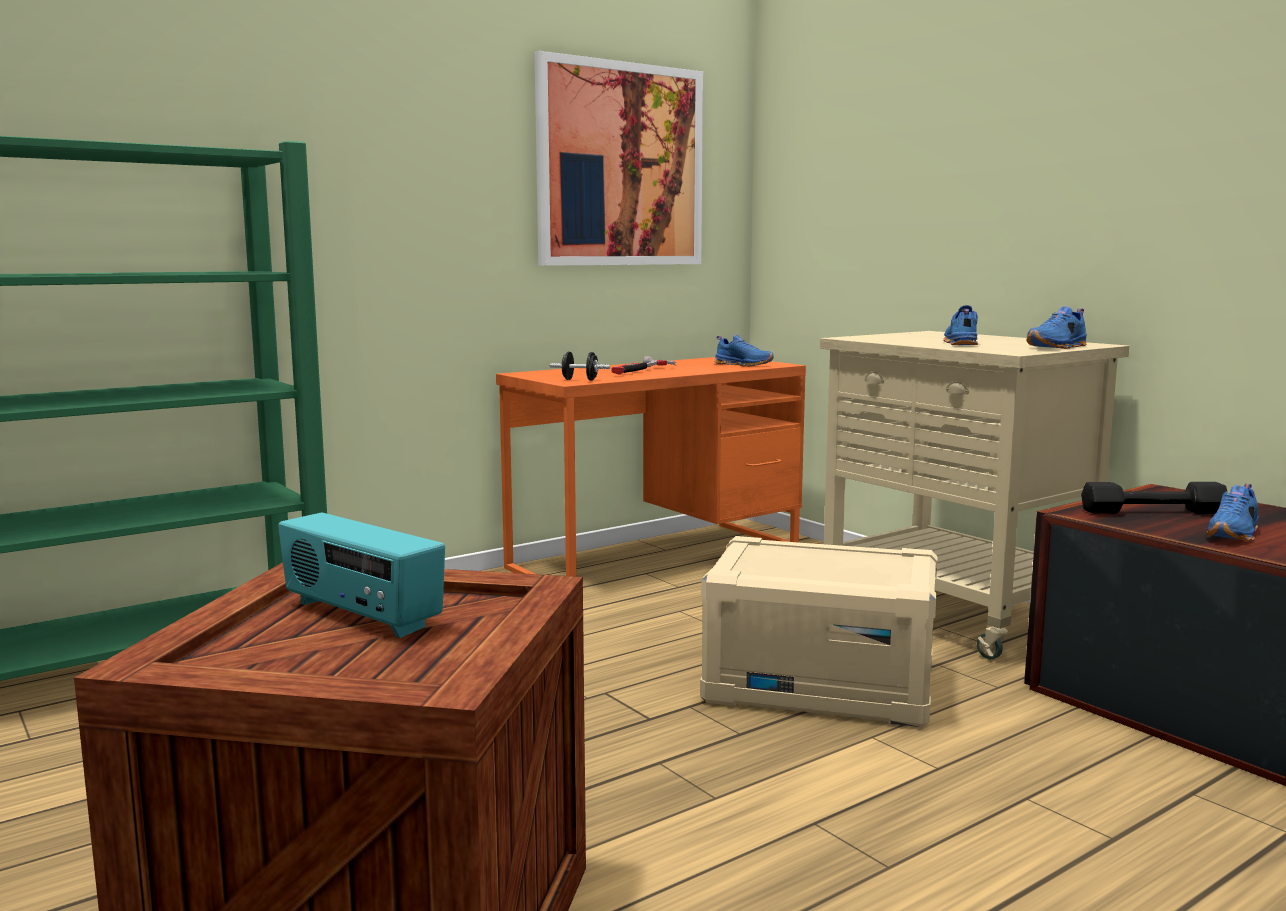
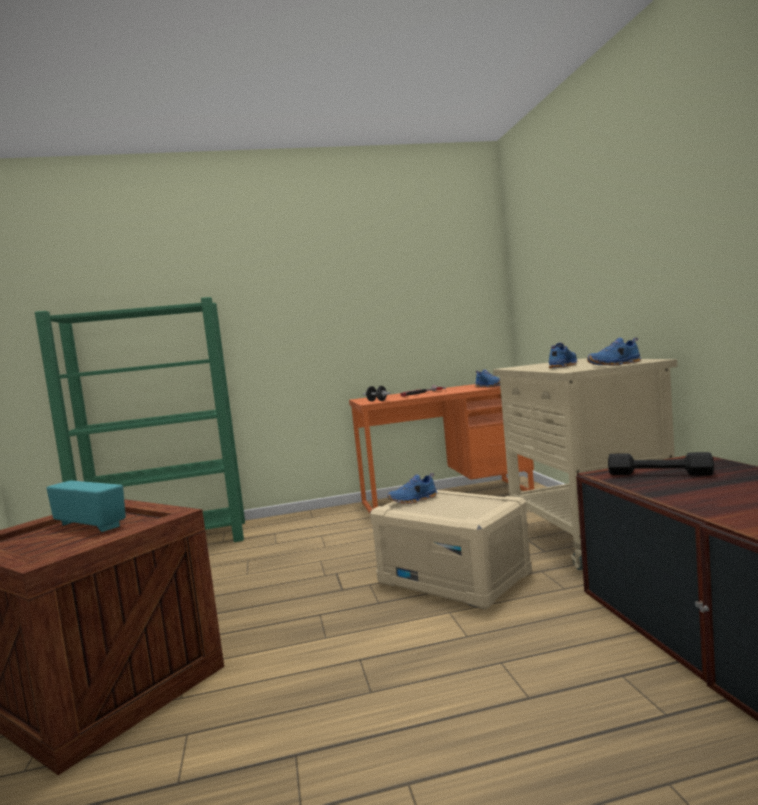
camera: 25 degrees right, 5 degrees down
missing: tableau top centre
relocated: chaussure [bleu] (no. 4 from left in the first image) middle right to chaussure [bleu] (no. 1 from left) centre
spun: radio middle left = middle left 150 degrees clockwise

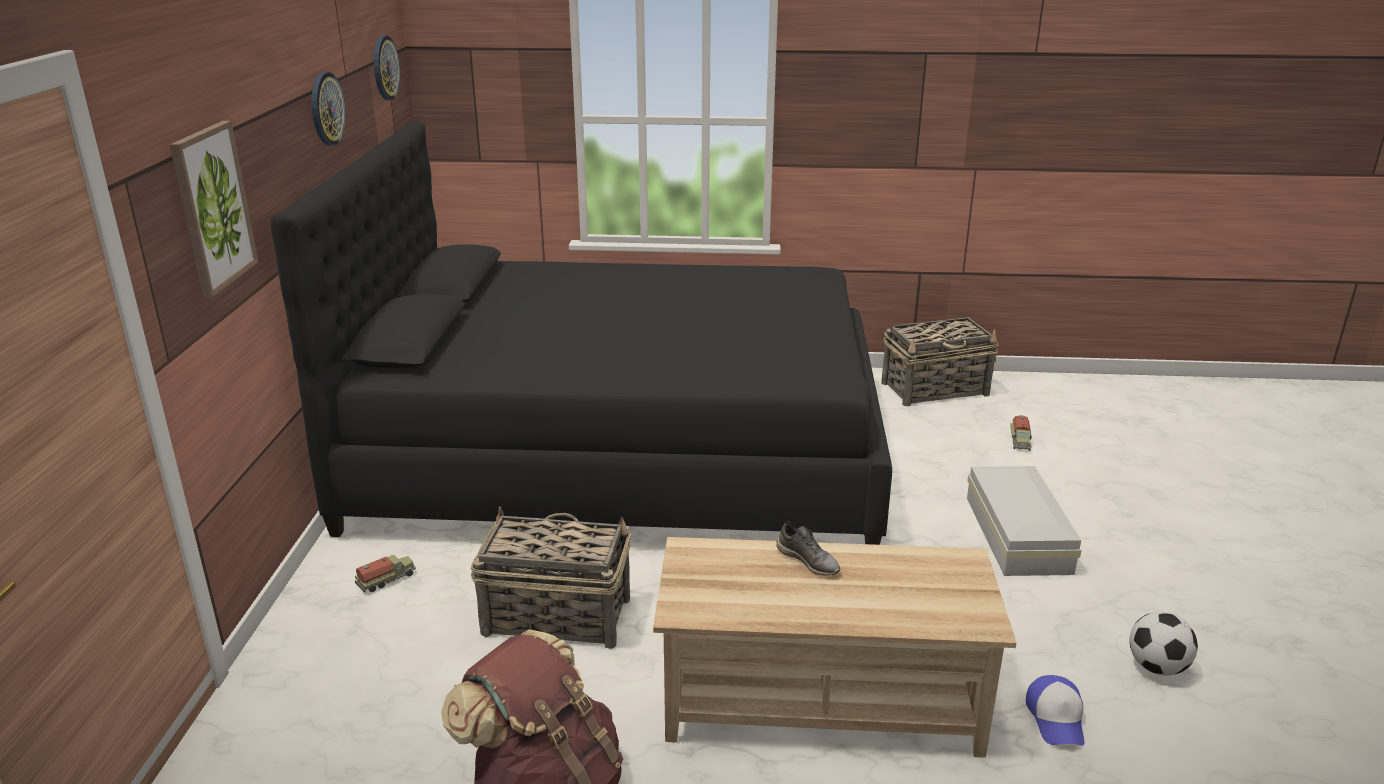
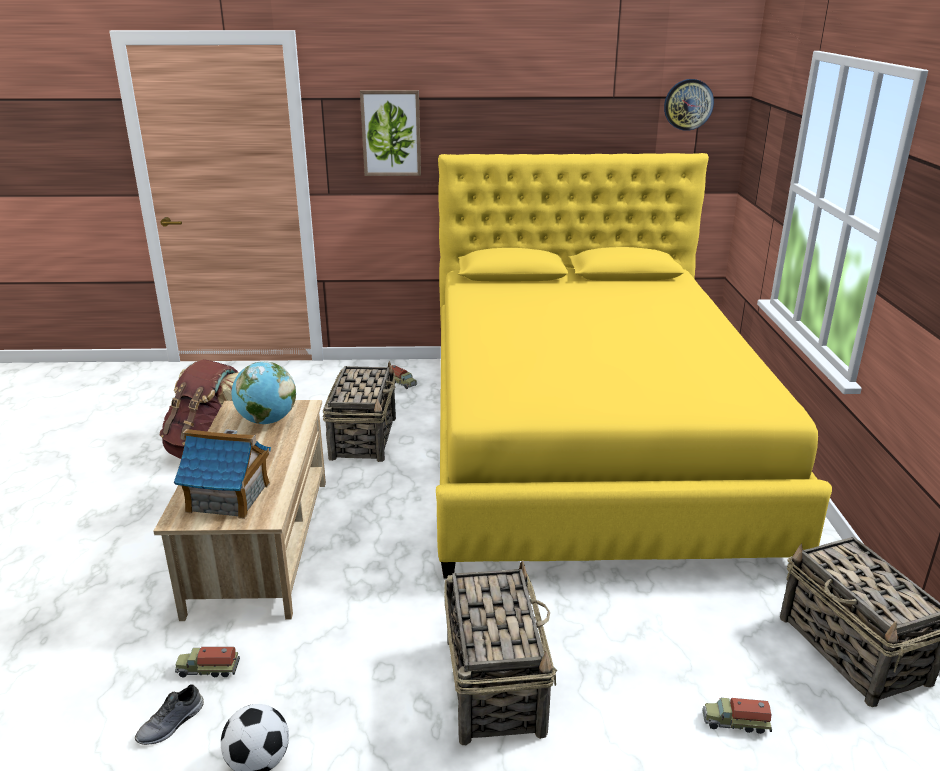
camera: 85 degrees right, 0 degrees up
missing: horloge murale (no. 1 from left) top left
appeared: maison miniature middle left; globe middle left
relocated: chaussure [gris] bottom centre to bottom left
exchanged: boîte de rangement [blanc] middle right to panier (no. 2 from left) bottom centre; casquette bottom right to camion jouet (no. 1 from left) bottom left
colour: lit [noir] centre to lit [jaune] middle right

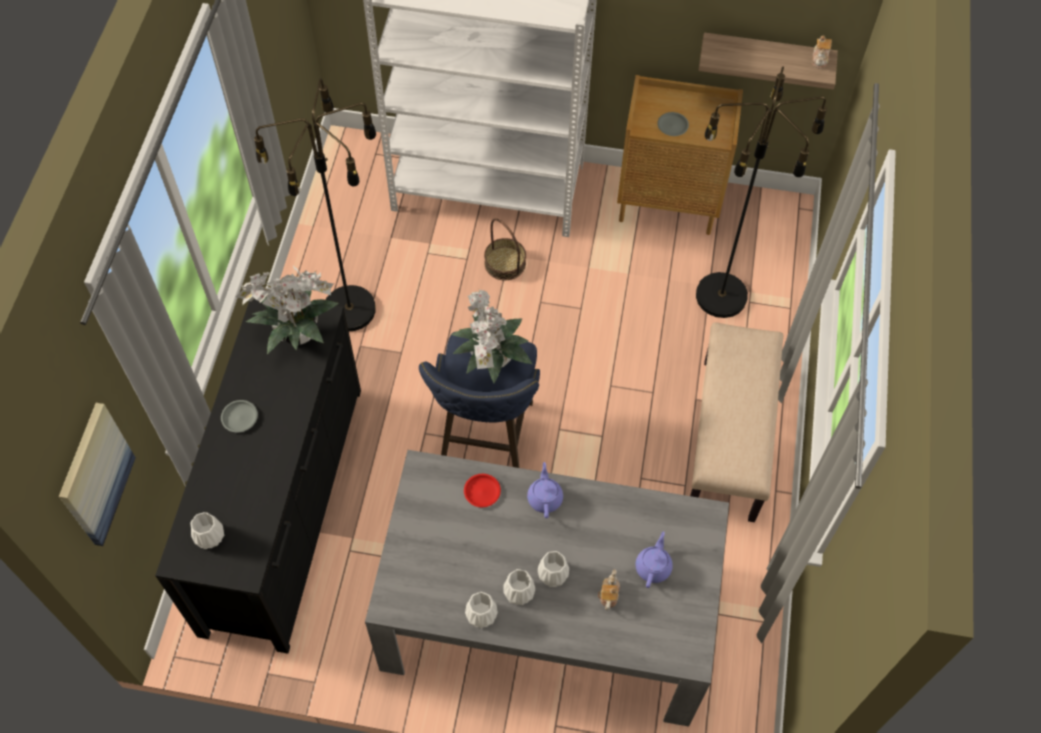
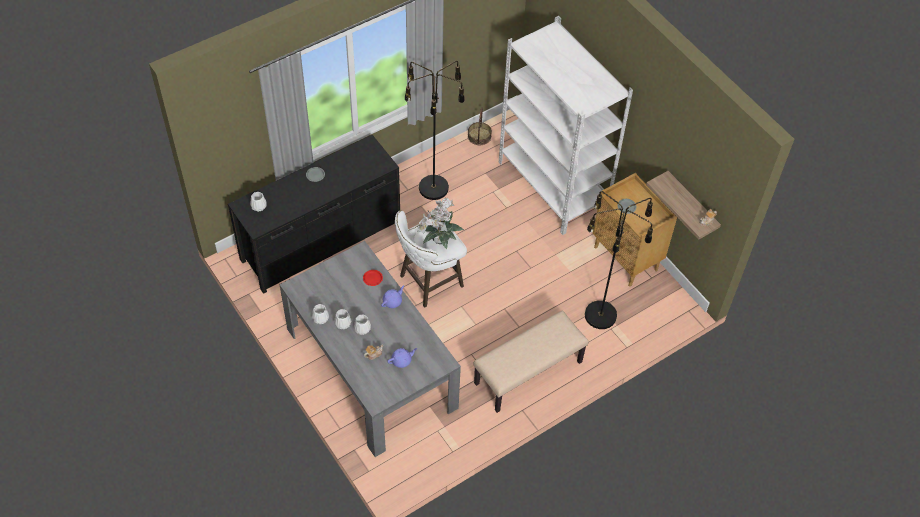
camera: 45 degrees right, 5 degrees down
missing: tableau middle left; plante en pot (no. 1 from left) middle left
relocated: panier centre to top centre
colour: tabouret [bleu] centre to tabouret [blanc] centre

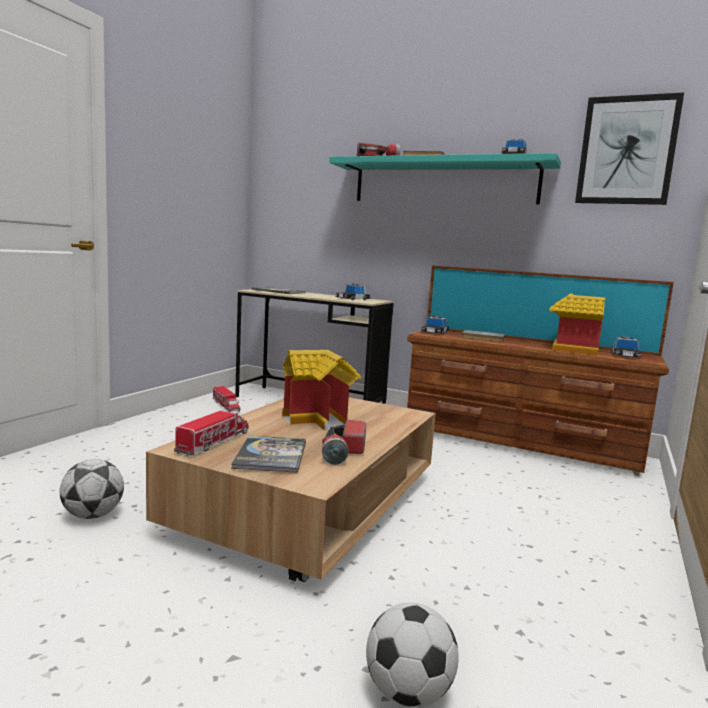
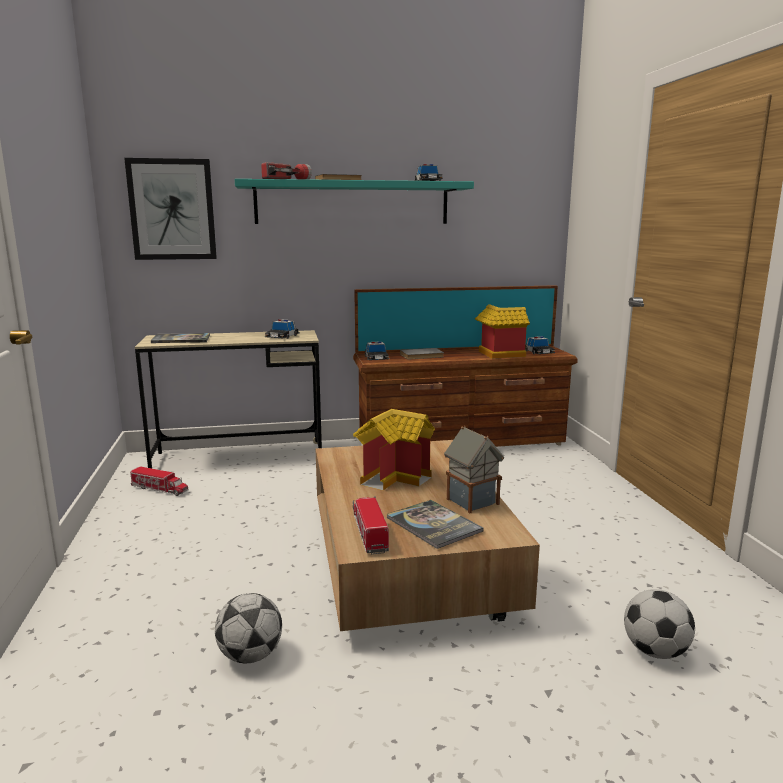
camera: 35 degrees left, 5 degrees up
relocated: tableau top right to top left
exchanged: lampe de poche (no. 1 from left) centre to maison miniature (no. 2 from left) centre

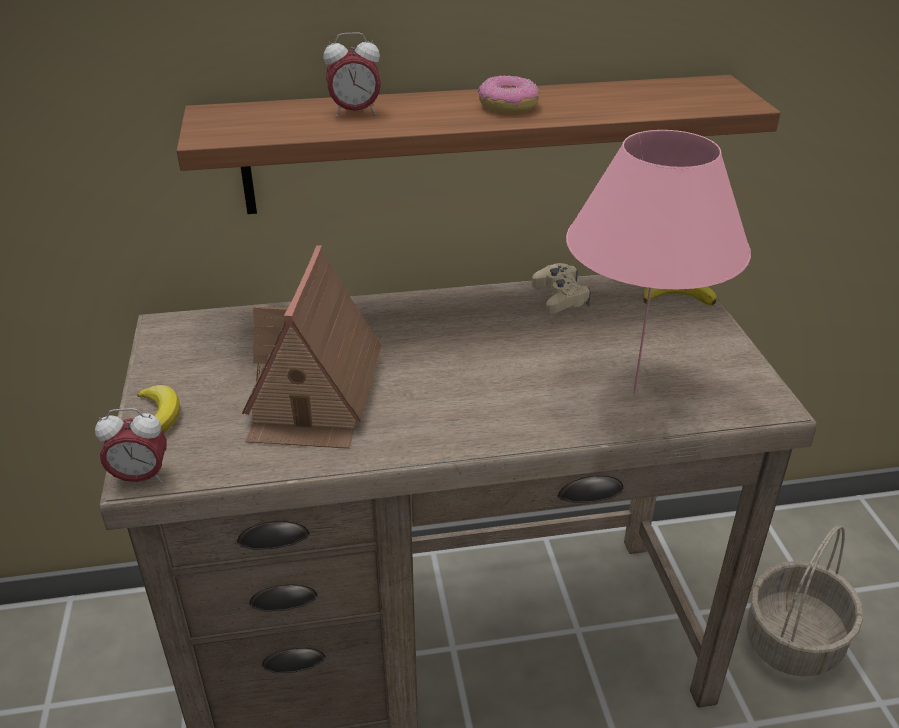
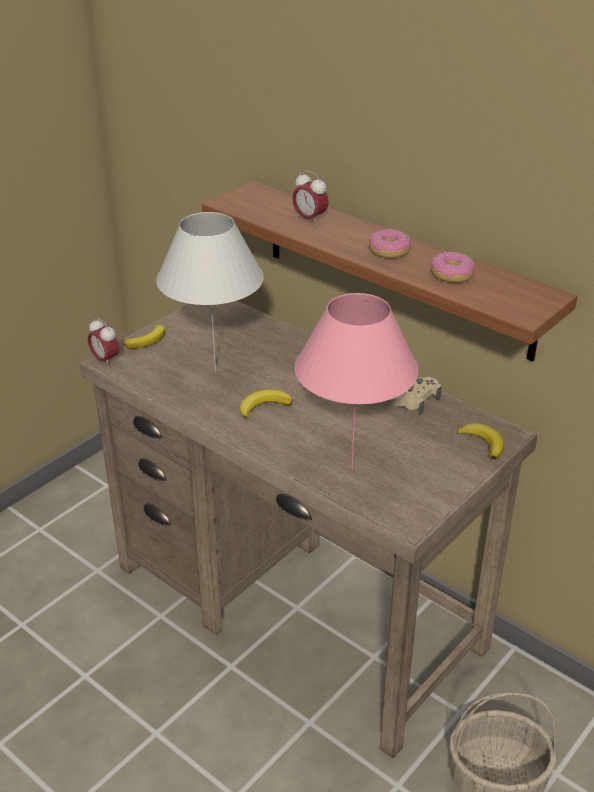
camera: 50 degrees right, 0 degrees up
appeared: banane (no. 2 from left) centre; beignet (no. 2 from left) middle right
exchanged: maison miniature centre to lampe de table [blanc] centre

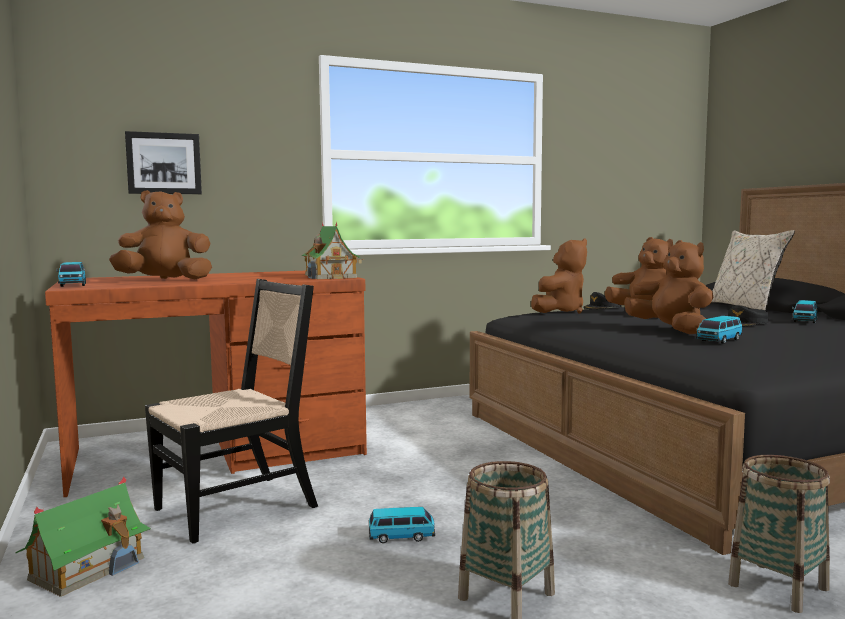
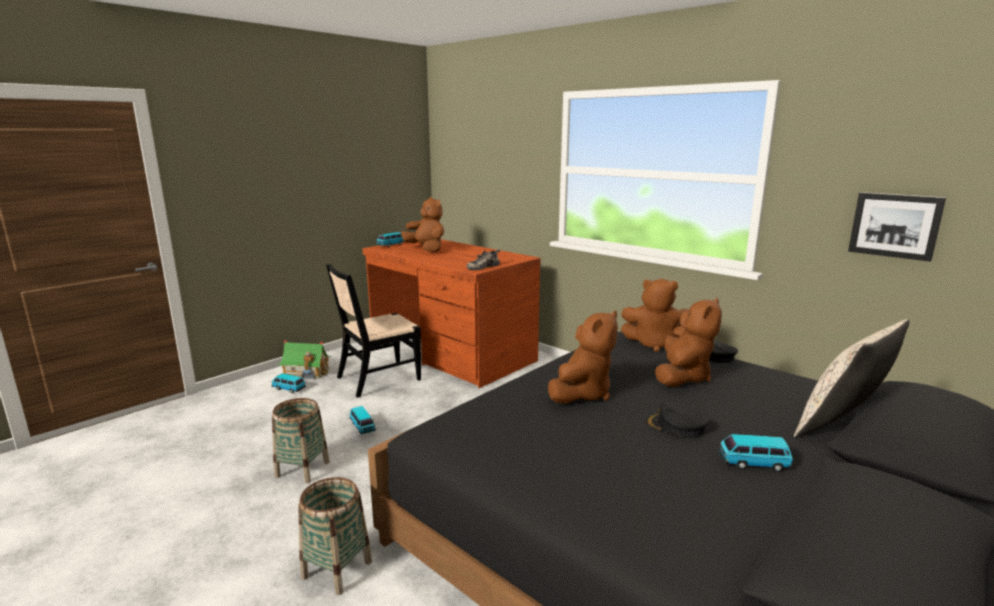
camera: 65 degrees right, 10 degrees up
relocated: tableau top left to middle right; petite voiture (no. 3 from left in the first image) middle right to petite voiture (no. 1 from left) middle left
exchanged: maison miniature (no. 2 from left) centre to chaussure centre
spun: chaise middle left = centre 120 degrees clockwise

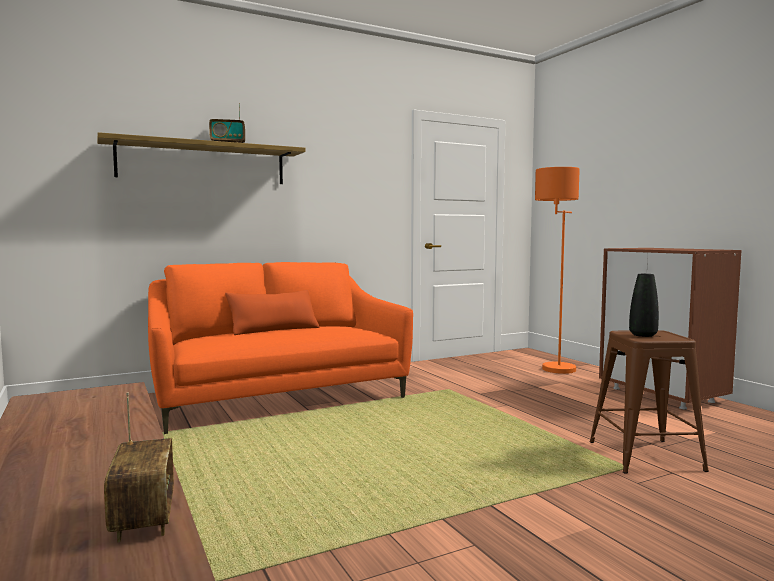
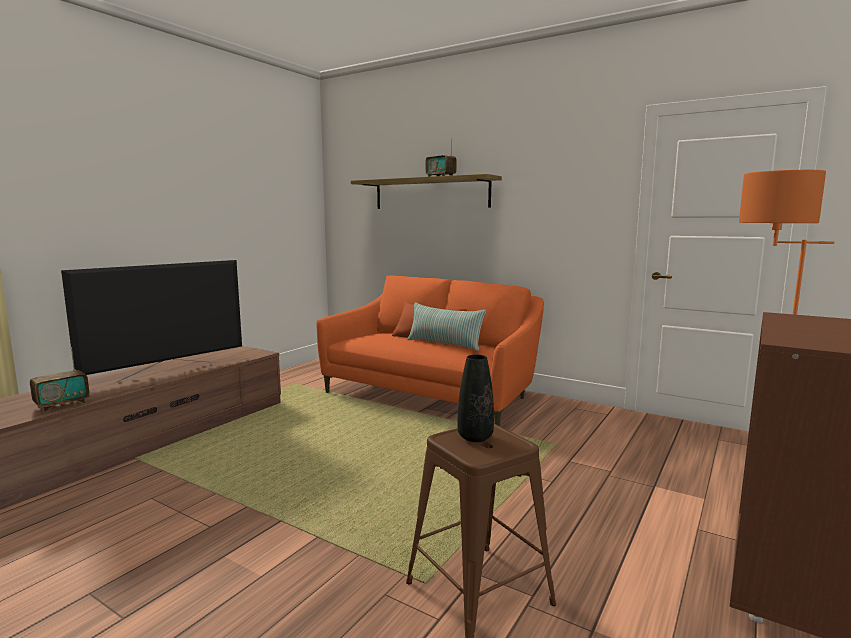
camera: 60 degrees right, 5 degrees up
appeared: téléviseur middle left; coussin centre

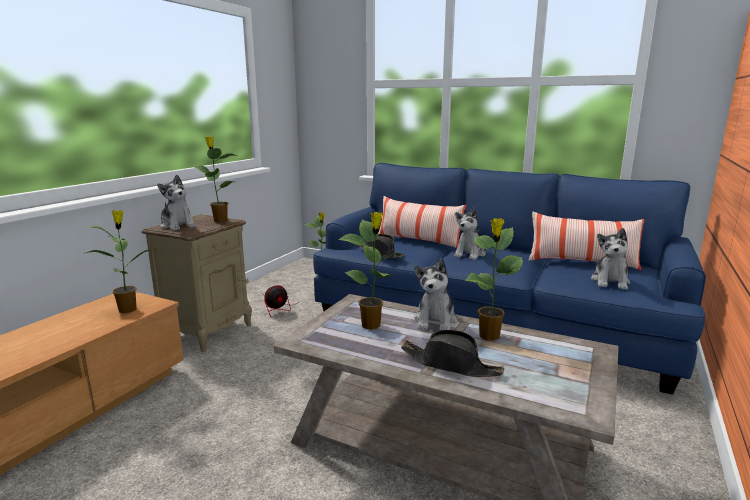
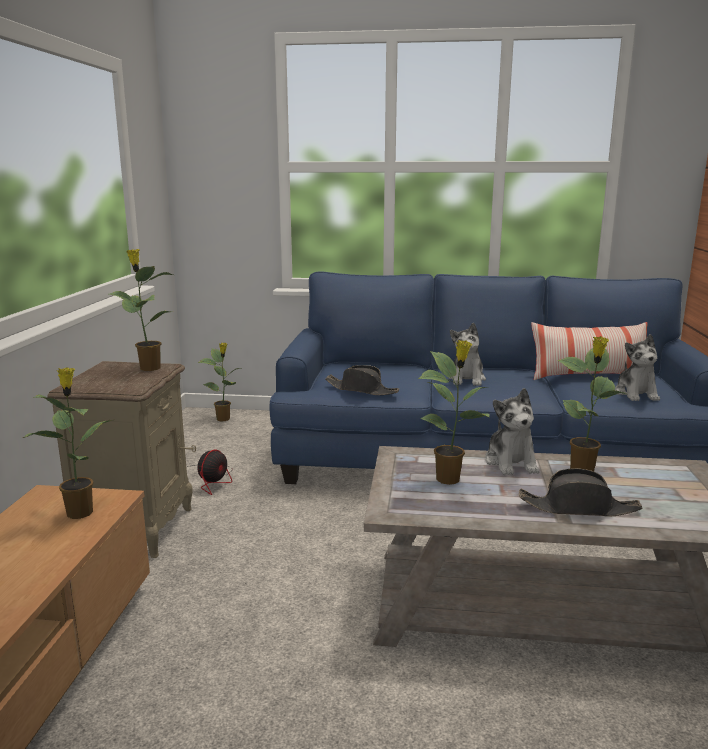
camera: 20 degrees left, 0 degrees up
missing: peluche (no. 1 from left) middle left; coussin (no. 1 from left) centre

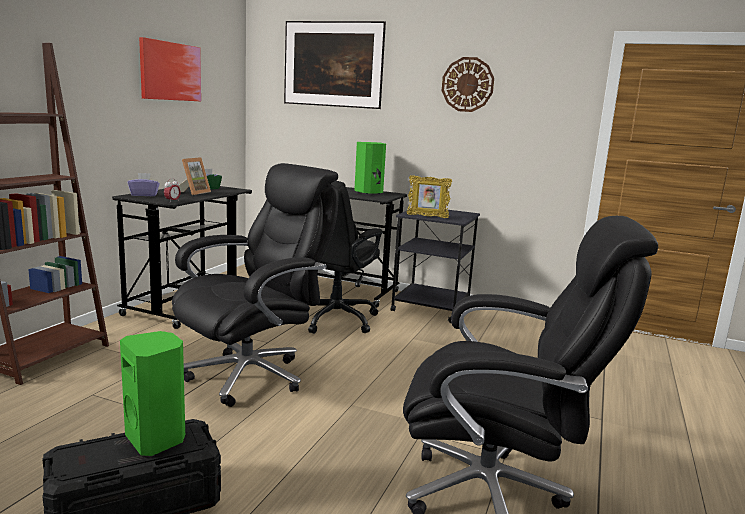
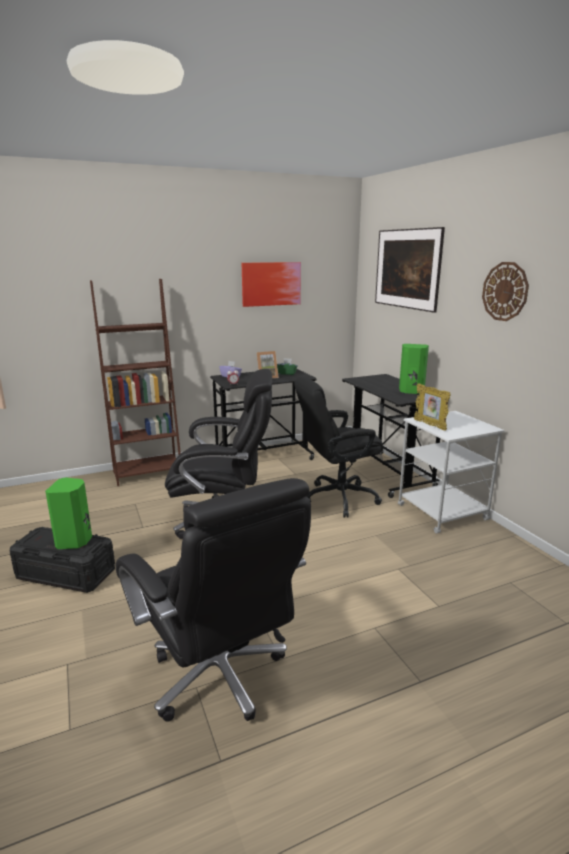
camera: 45 degrees right, 5 degrees up
colour: chariot [noir] centre to chariot [blanc] middle right

